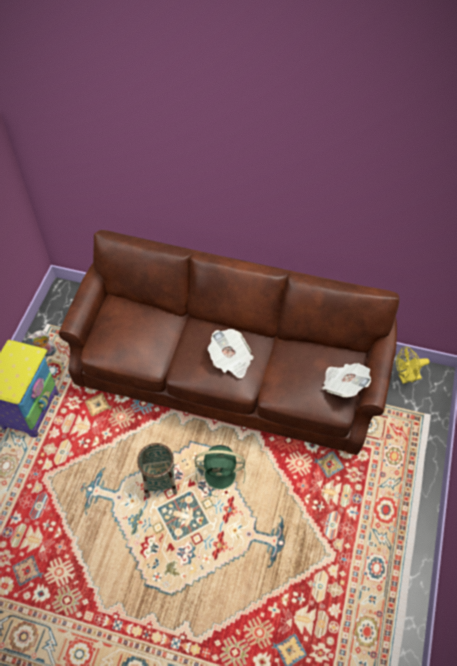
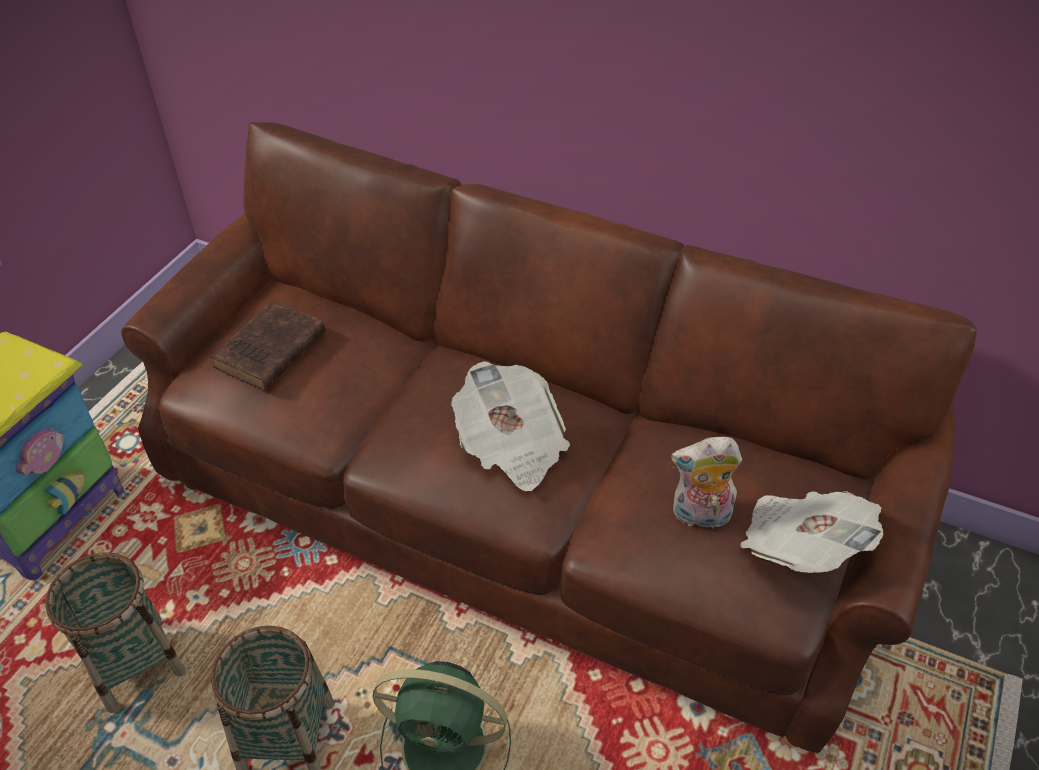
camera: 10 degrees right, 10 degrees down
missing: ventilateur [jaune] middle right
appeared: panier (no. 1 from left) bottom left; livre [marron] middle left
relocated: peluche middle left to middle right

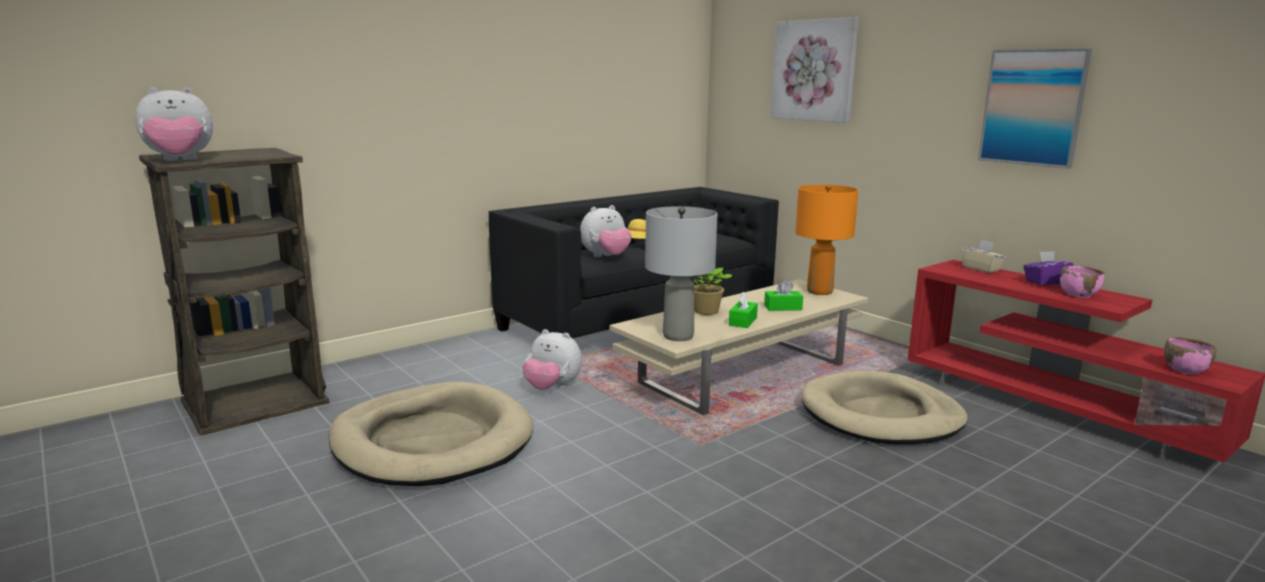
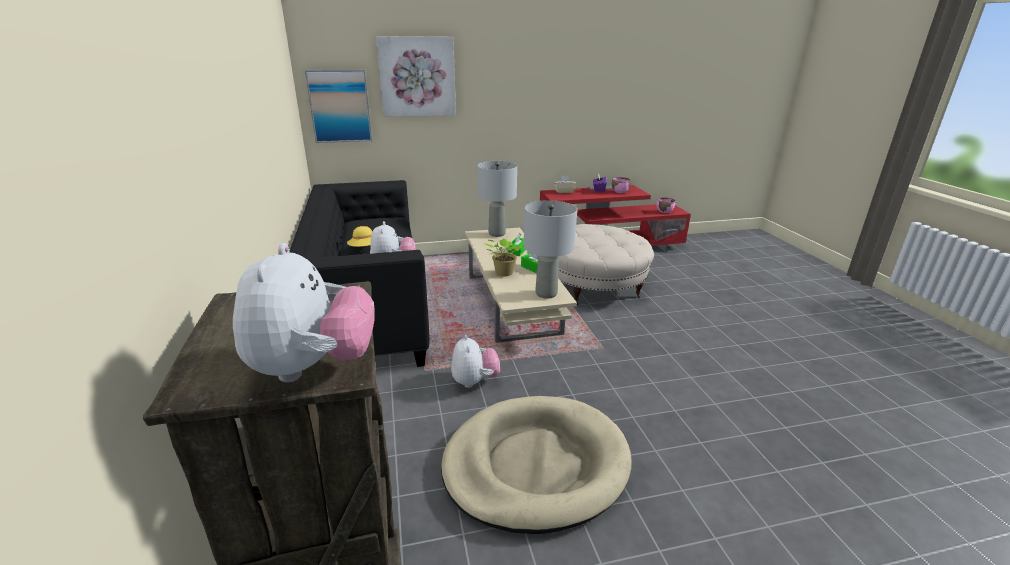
camera: 65 degrees left, 10 degrees up
relocated: tableau (no. 2 from left in the first image) top right to tableau (no. 1 from left) top centre
exchanged: panier pour chien [beige] (no. 2 from left) bottom right to pouf [beige] centre
colour: lampe de table [orange] centre to lampe de table [gris] (no. 1 from left) centre
spun: peluche (no. 2 from left in the first image) centre = centre 60 degrees counterclockwise

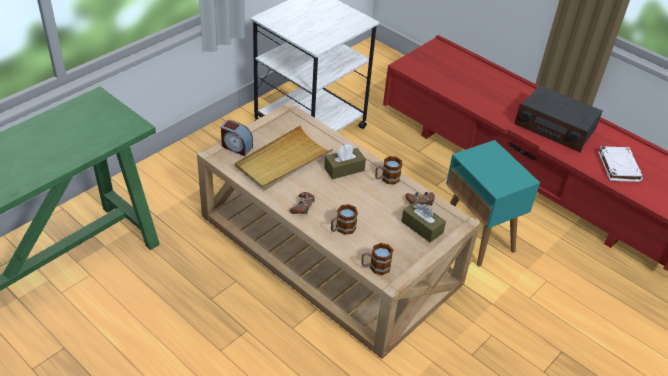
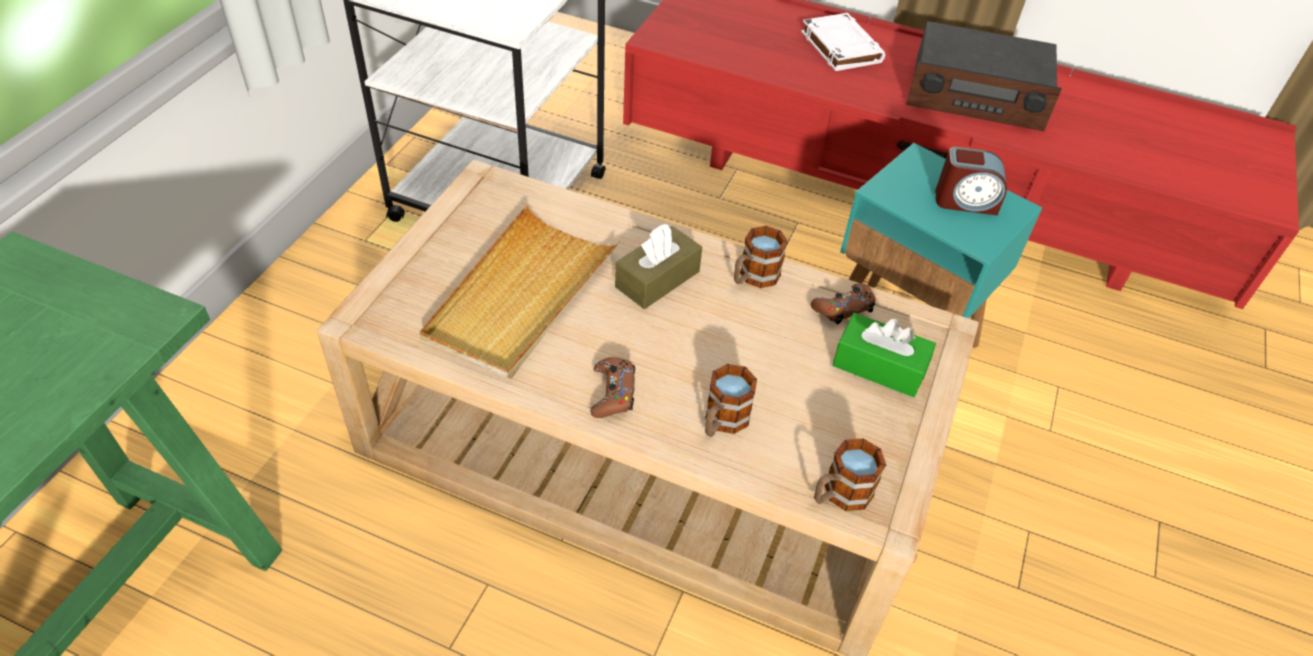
camera: 20 degrees left, 5 degrees up
relocated: réveil centre to top right; livre [blanc] middle right to top centre
colour: boîte à mouchoirs [marron] (no. 2 from left) centre to boîte à mouchoirs [vert] middle right

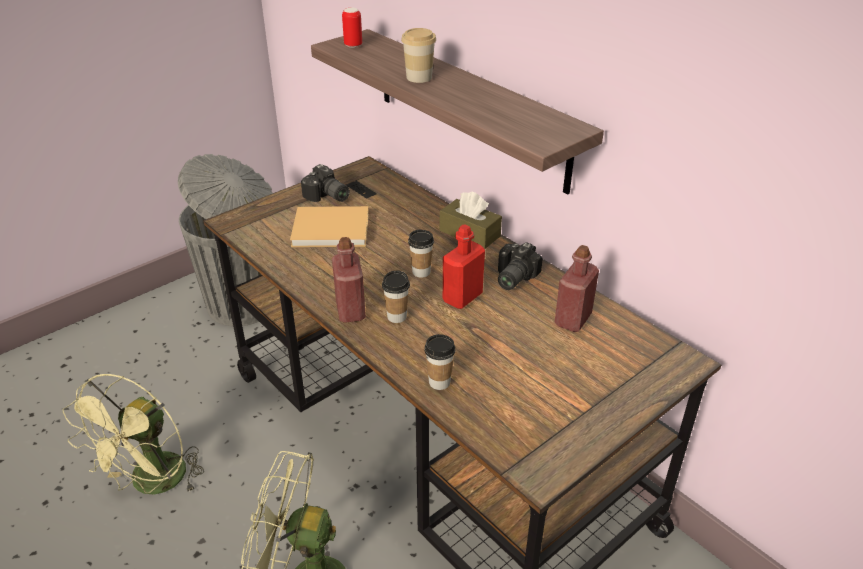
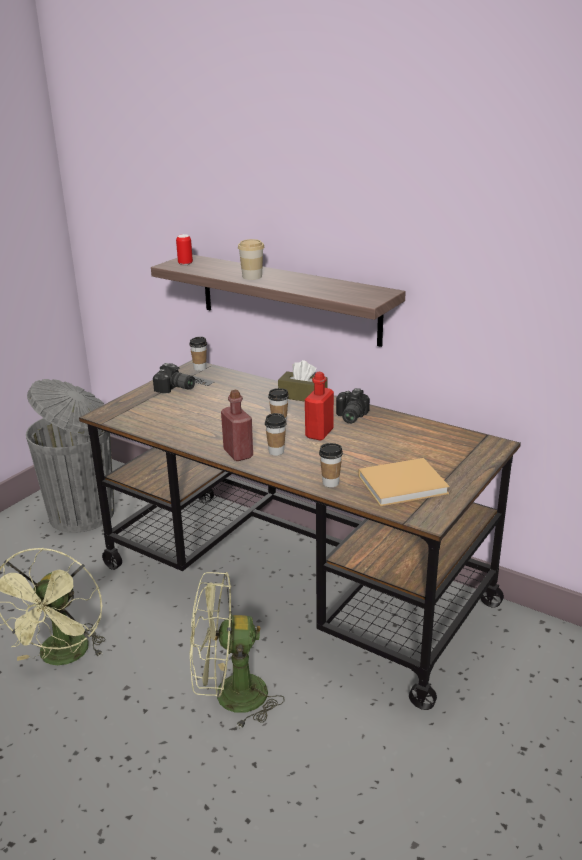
camera: 15 degrees left, 10 degrees down
missing: bouteille [rouge] (no. 3 from left) middle right
appeared: tasse (no. 1 from left) centre
relocated: livre [beige] centre to middle right

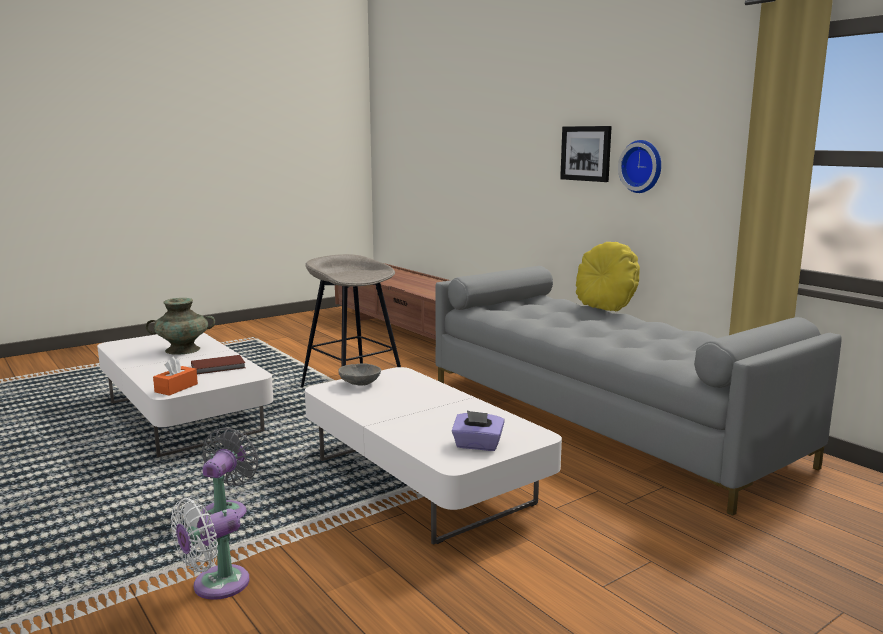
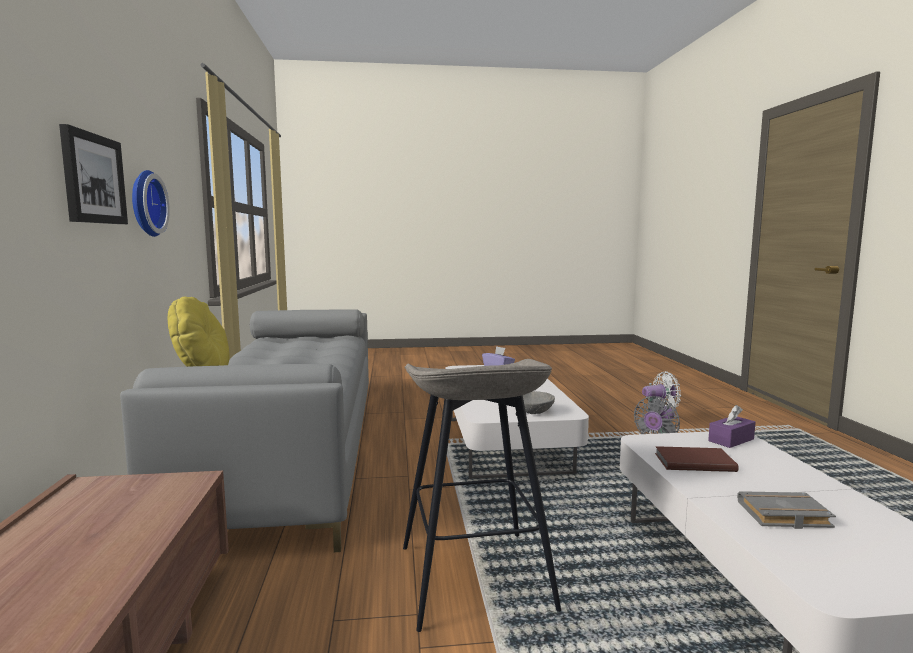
camera: 150 degrees left, 5 degrees down
exchanged: vase [turquoise] middle left to livre [gris] bottom right
colour: boîte à mouchoirs [orange] middle left to boîte à mouchoirs [violet] (no. 2 from left) middle right

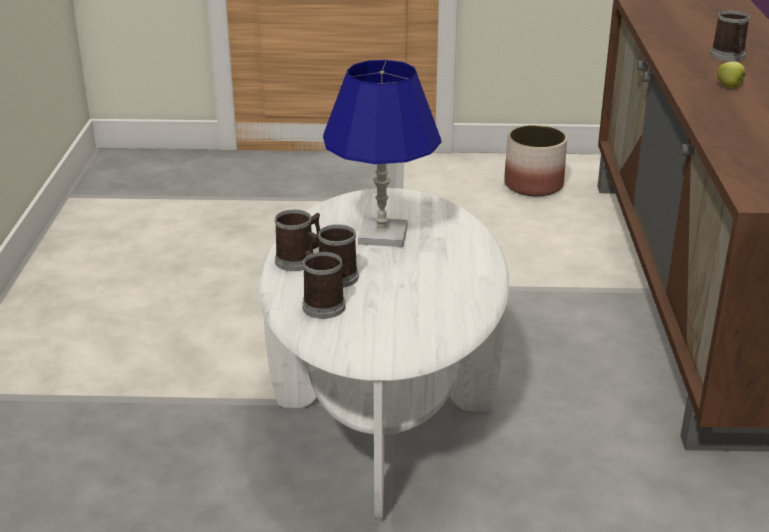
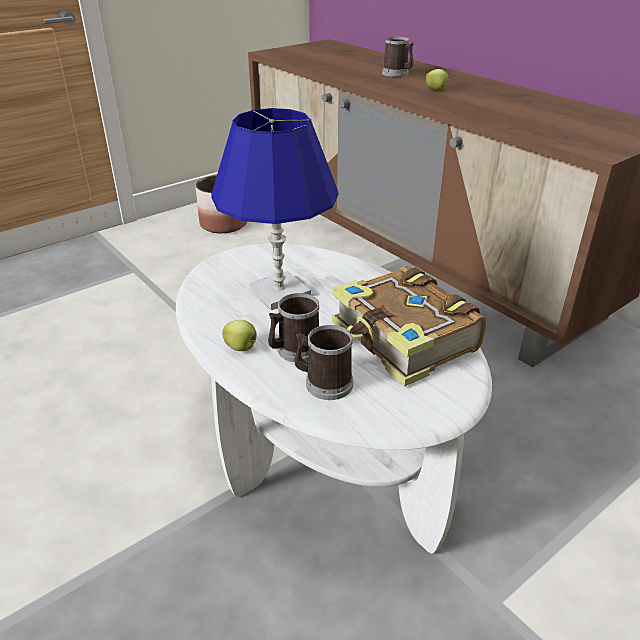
camera: 40 degrees left, 5 degrees up
appeared: livre centre
exchanged: mug (no. 1 from left) centre to pomme (no. 1 from left) centre

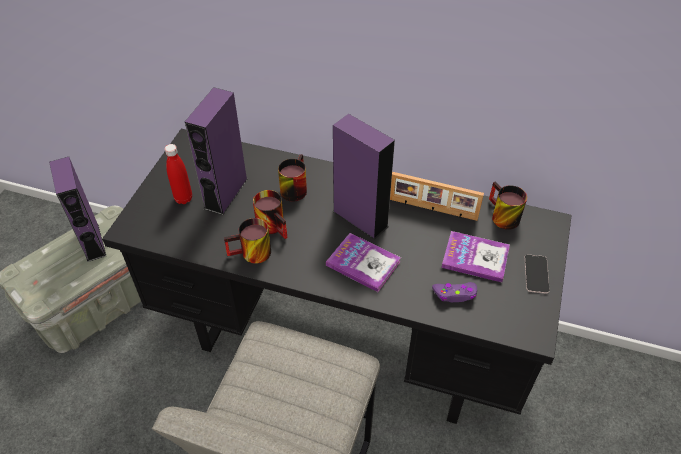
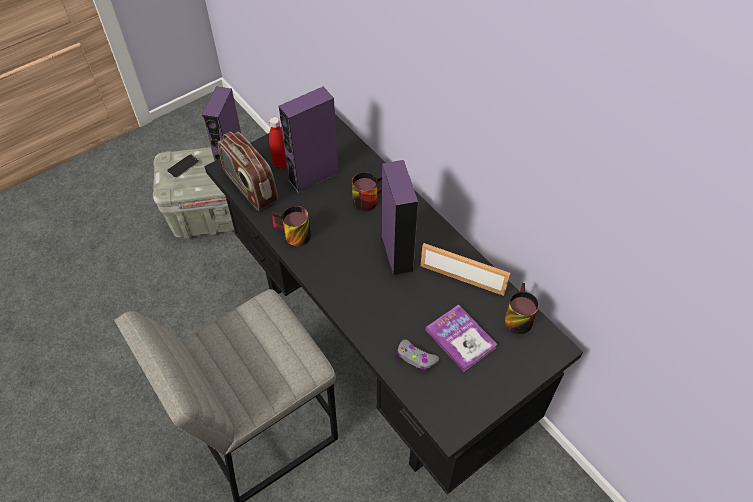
camera: 35 degrees right, 5 degrees up
missing: mug (no. 2 from left) centre; livre (no. 1 from left) centre
appeared: radio middle left
relocated: téléphone middle right to top left
colour: manette [violet] middle right to manette [gris] bottom centre
spun: cadre photo centre = centre 150 degrees clockwise

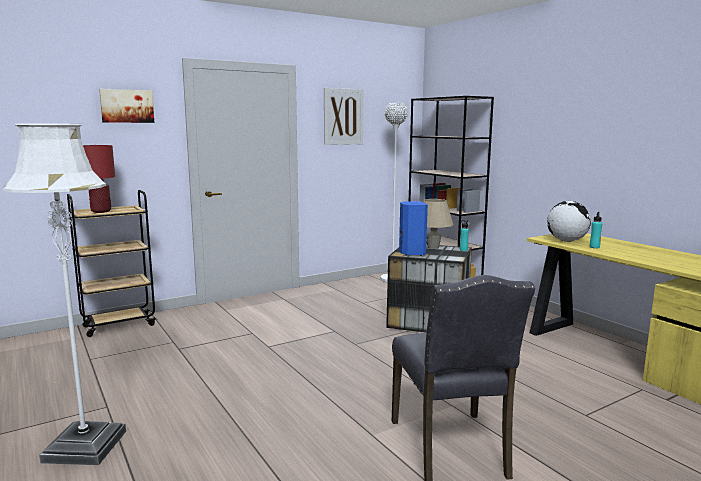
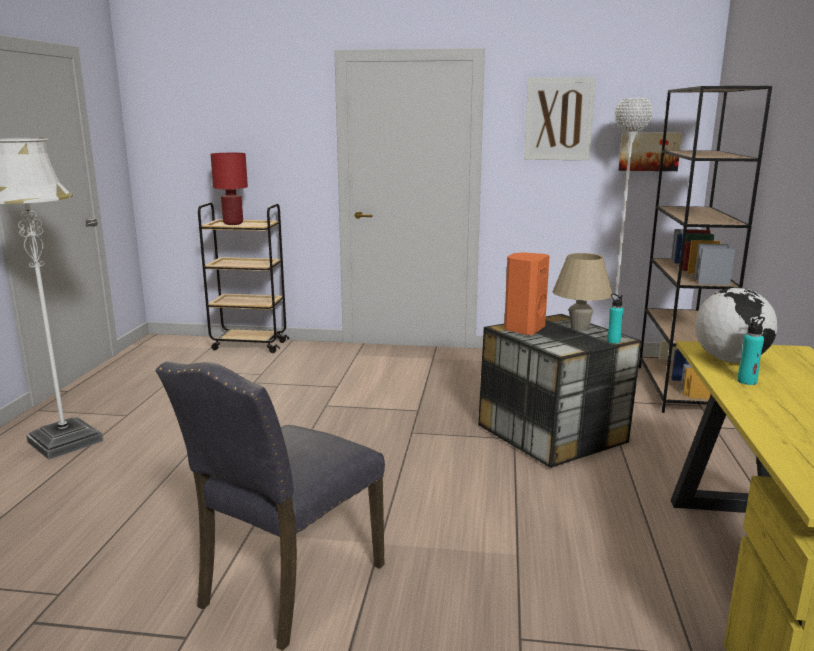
camera: 40 degrees right, 5 degrees up
relocated: tableau (no. 1 from left in the first image) top left to tableau (no. 2 from left) top right
colour: enceinte [bleu] centre to enceinte [orange] centre

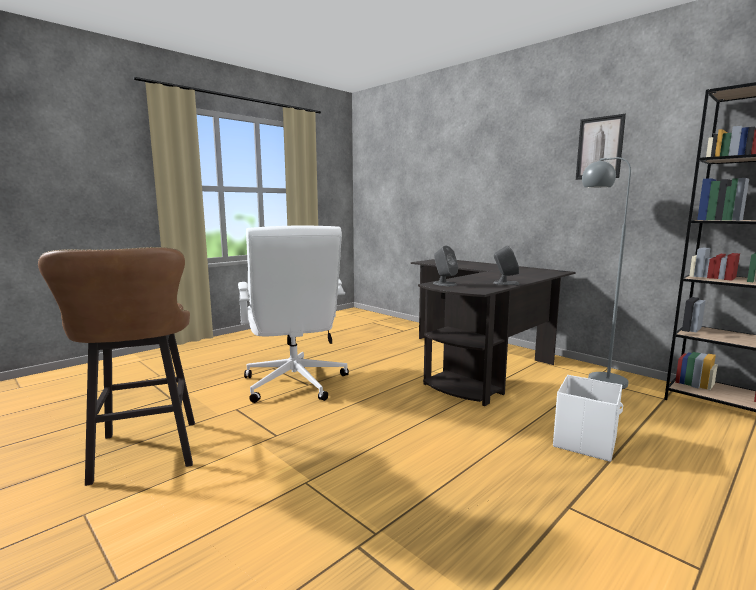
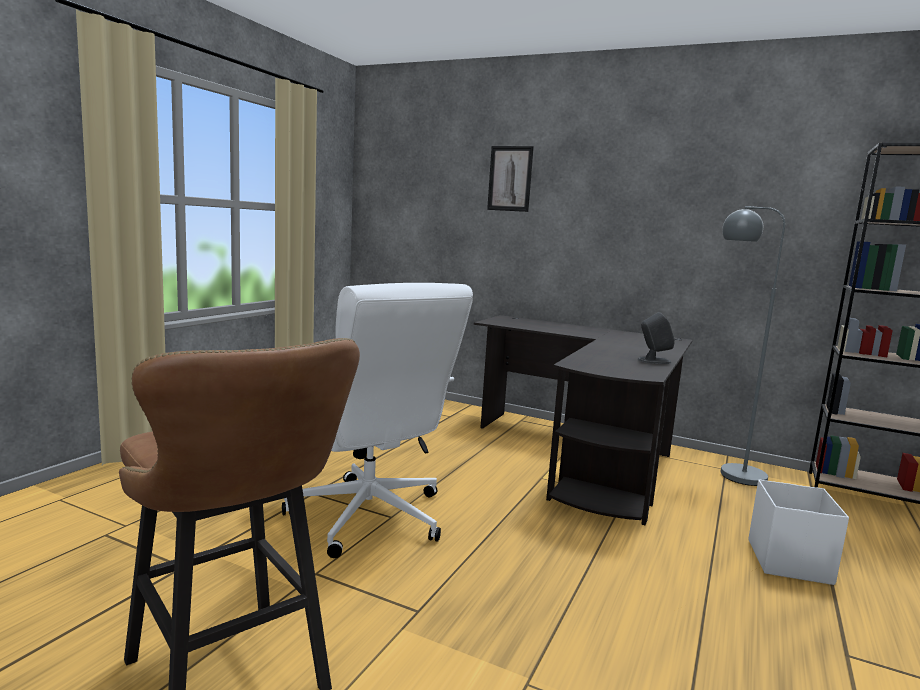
camera: 20 degrees left, 0 degrees up
missing: enceinte [gris] (no. 1 from left) centre
relocated: tableau top right to top centre

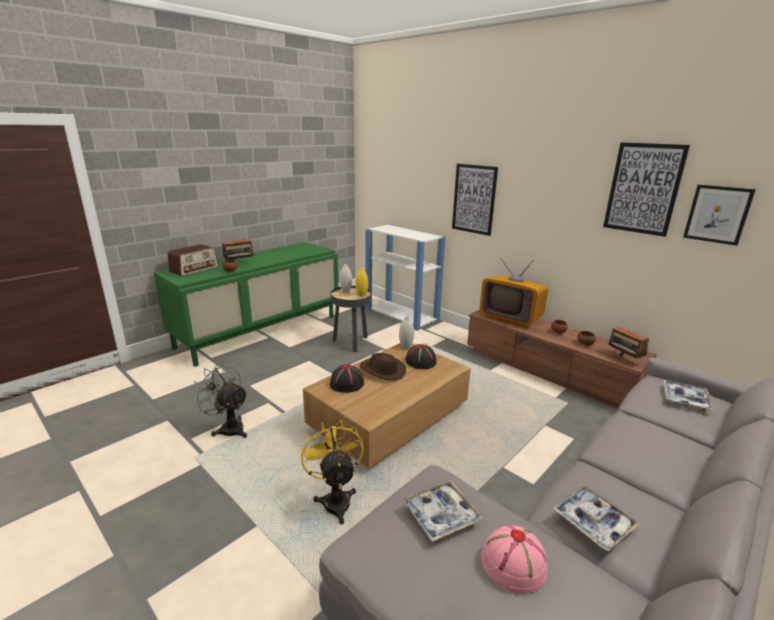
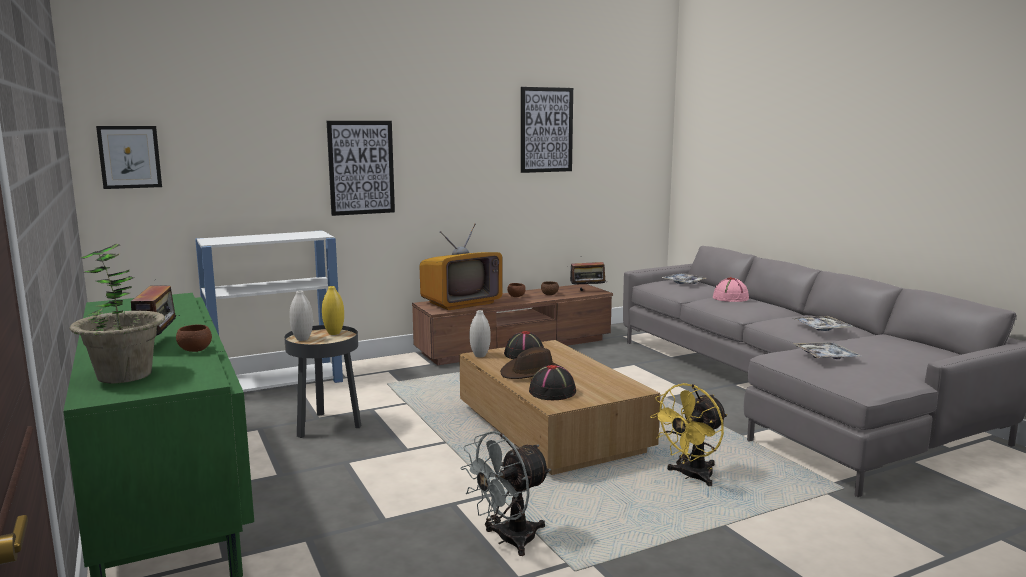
camera: 70 degrees left, 10 degrees down
relocated: chapeau [rose] bottom centre to middle right; tableau (no. 3 from left in the first image) middle right to tableau (no. 1 from left) top left
exchanged: radio (no. 1 from left) middle left to plante en pot middle left
spun: ventilateur [jaune] bottom centre = bottom right 45 degrees counterclockwise

